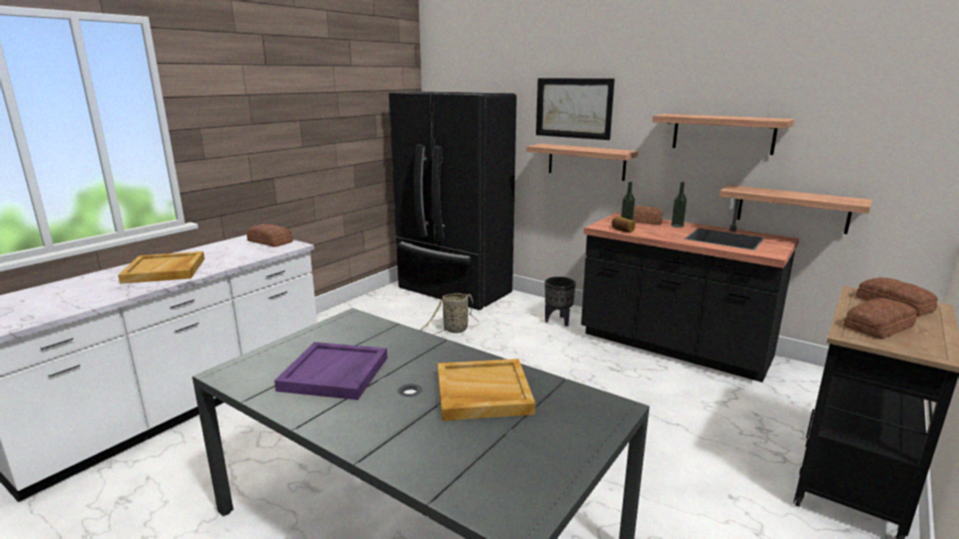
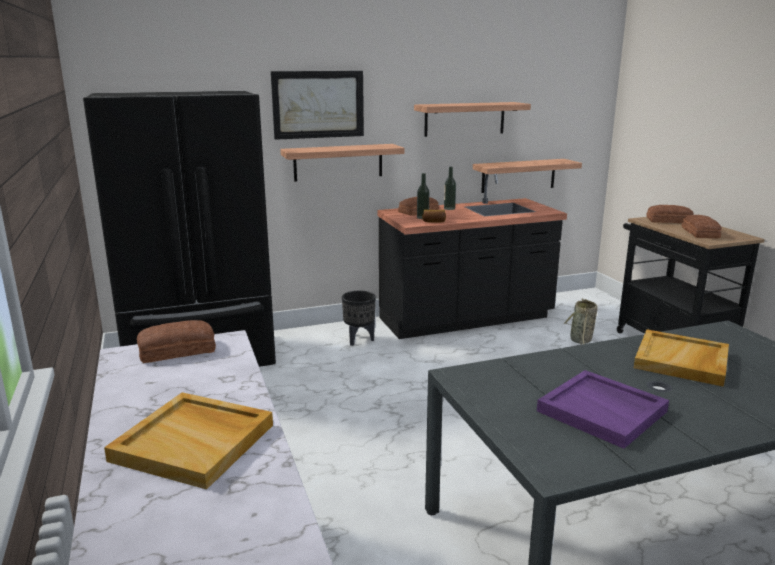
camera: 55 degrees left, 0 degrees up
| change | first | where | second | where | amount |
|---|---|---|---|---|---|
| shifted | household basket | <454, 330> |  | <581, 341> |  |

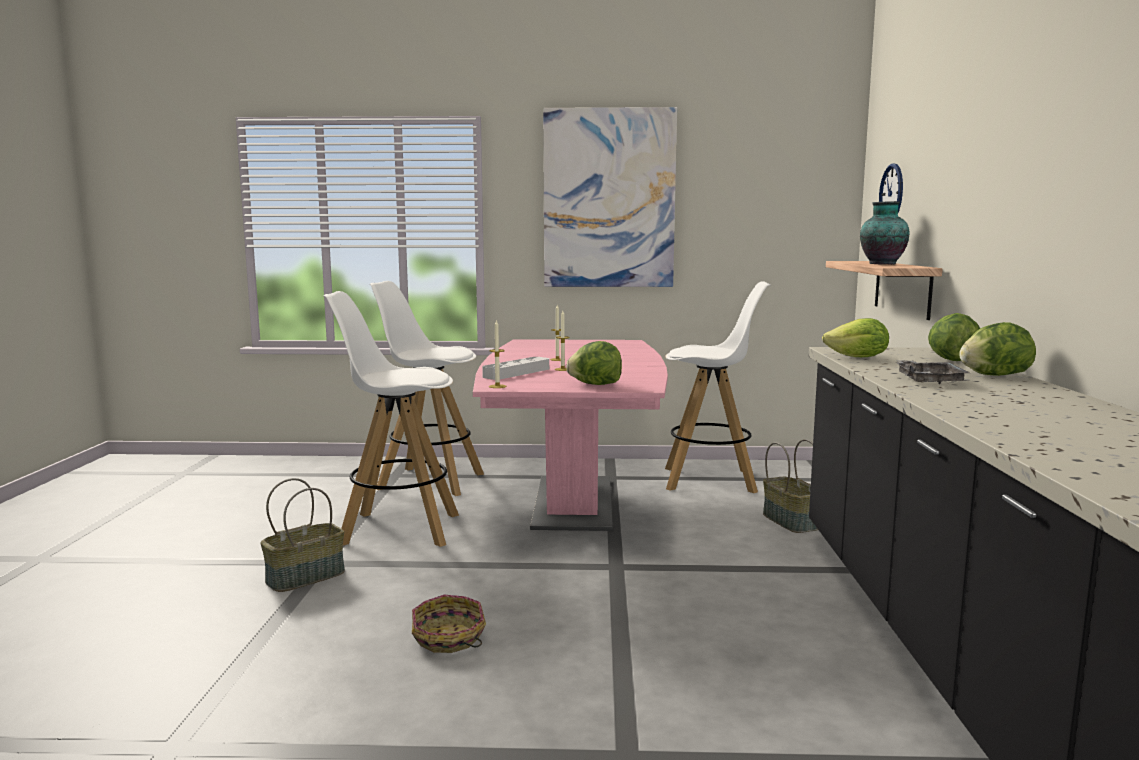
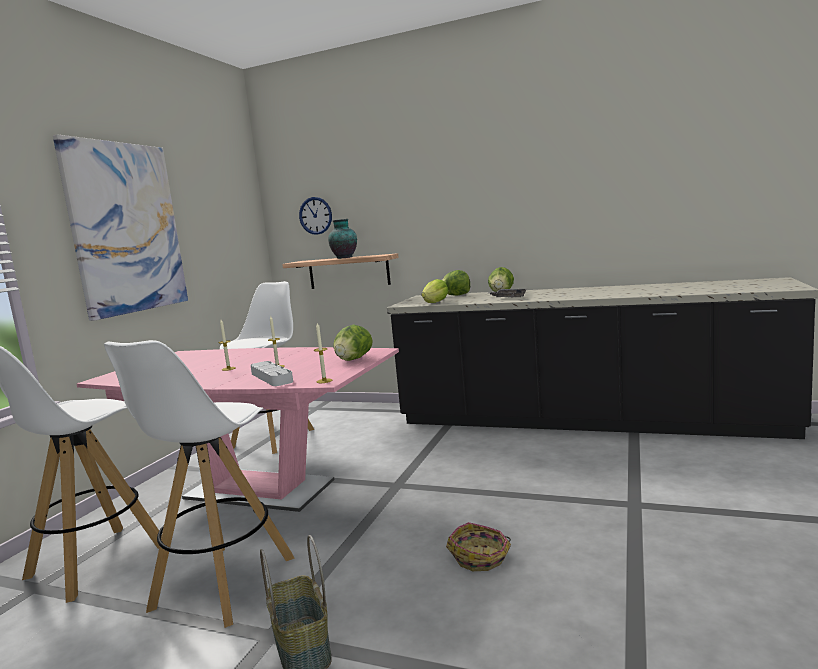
camera: 70 degrees left, 0 degrees up
| change | first | where | second | where | amount |
|---|---|---|---|---|---|
| gone | household basket | <791, 521> |  |  |  |

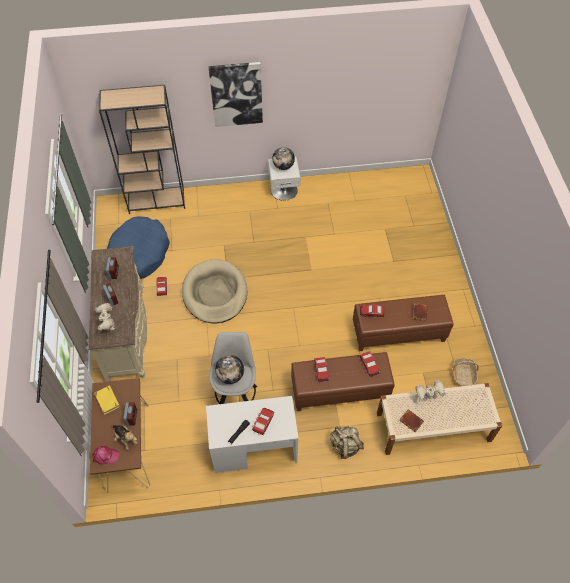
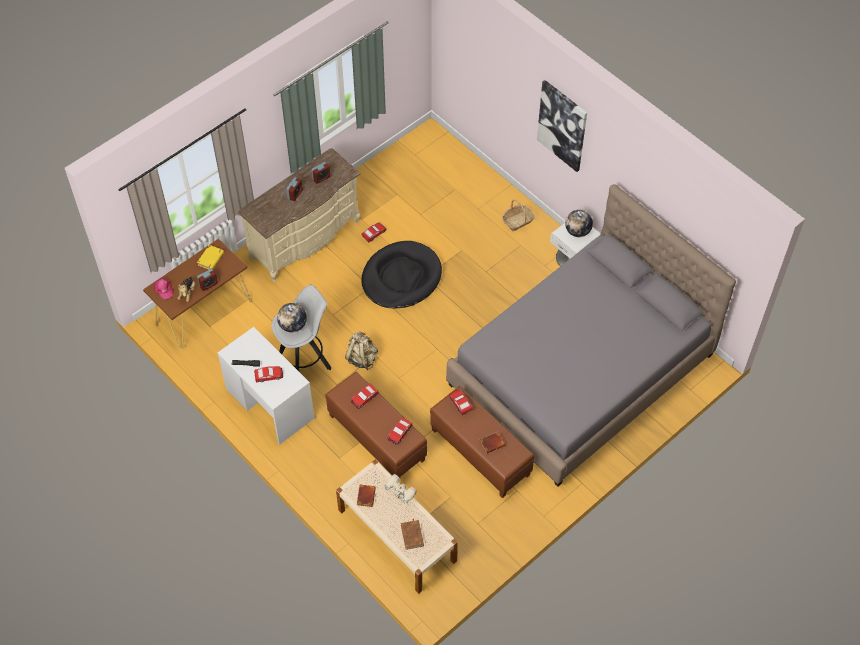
camera: 55 degrees right, 0 degrees up
| change | first | where | second | where | amount |
|---|---|---|---|---|---|
| gone | model robot | <108, 325> |  |  |  |
| gone | bookshelf | <157, 201> |  |  |  |
| gone | blue-coloured dog bed | <139, 253> |  |  |  |
| repainted | beige dog bed | <215, 293> | black-coloured dog bed | <401, 277> |  |
| shifted | beige backpack | <345, 446> |  | <362, 358> |  |
| shifted | household basket | <463, 374> |  | <518, 221> |  |
| new |  |  | brown bound book | <412, 535> |  |
| new |  |  | grey bed | <581, 370> |  |

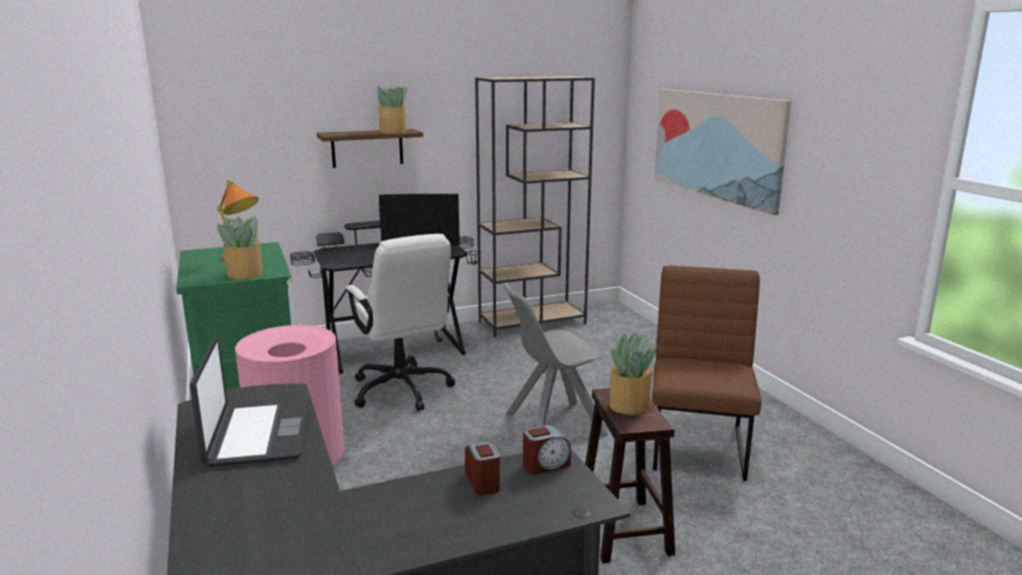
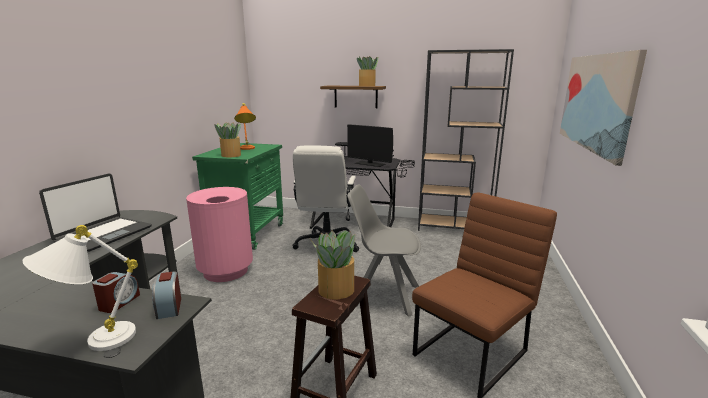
camera: 35 degrees right, 0 degrees up
| change | first | where | second | where | amount |
|---|---|---|---|---|---|
| rotated | alarm clock | <546, 465> |  | <169, 307> | 60 degrees clockwise |
| new |  |  | white table lamp | <93, 343> |  |

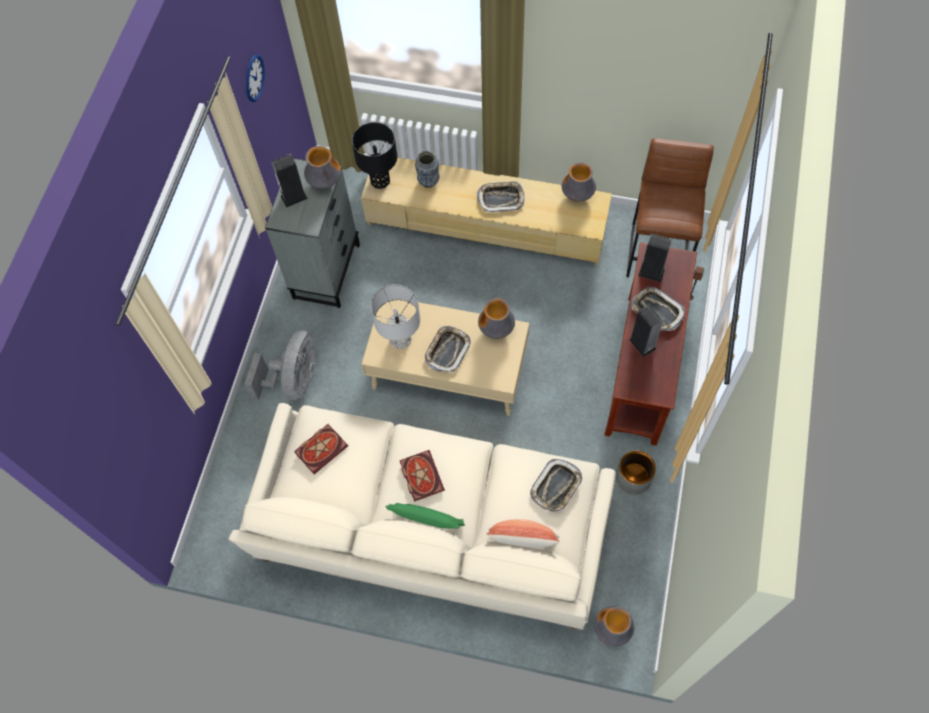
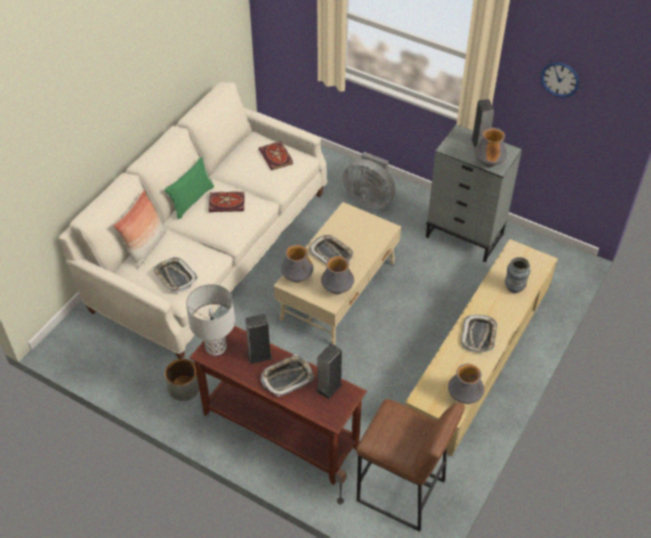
camera: 105 degrees right, 15 degrees down
| change | first | where | second | where | amount |
|---|---|---|---|---|---|
| gone | black-coloured table lamp | <379, 180> |  |  |  |
| shifted | white table lamp | <400, 339> |  | <216, 347> |  |
| shifted | vase | <612, 630> |  | <297, 278> |  |

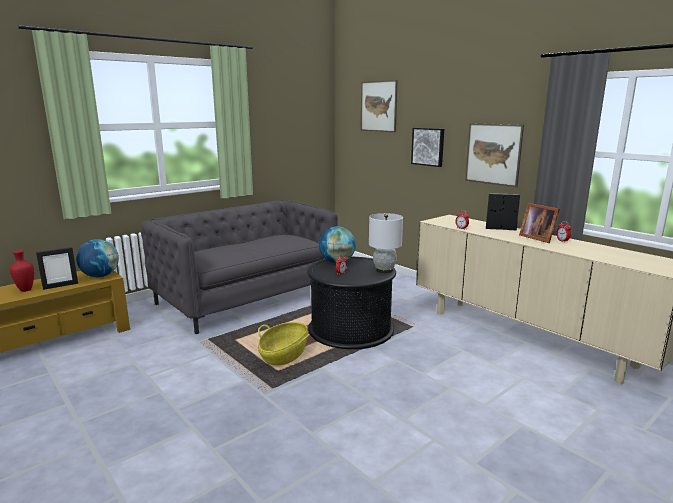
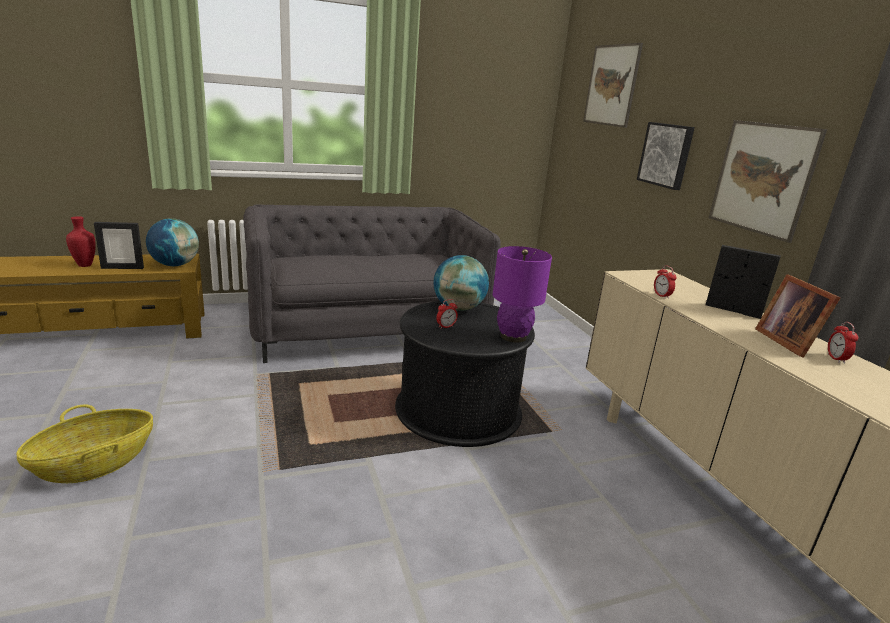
camera: 20 degrees right, 5 degrees up
| change | first | where | second | where | amount |
|---|---|---|---|---|---|
| shifted | household basket | <284, 355> |  | <94, 464> |  |
| repainted | white table lamp | <384, 270> | purple table lamp | <513, 337> |  |

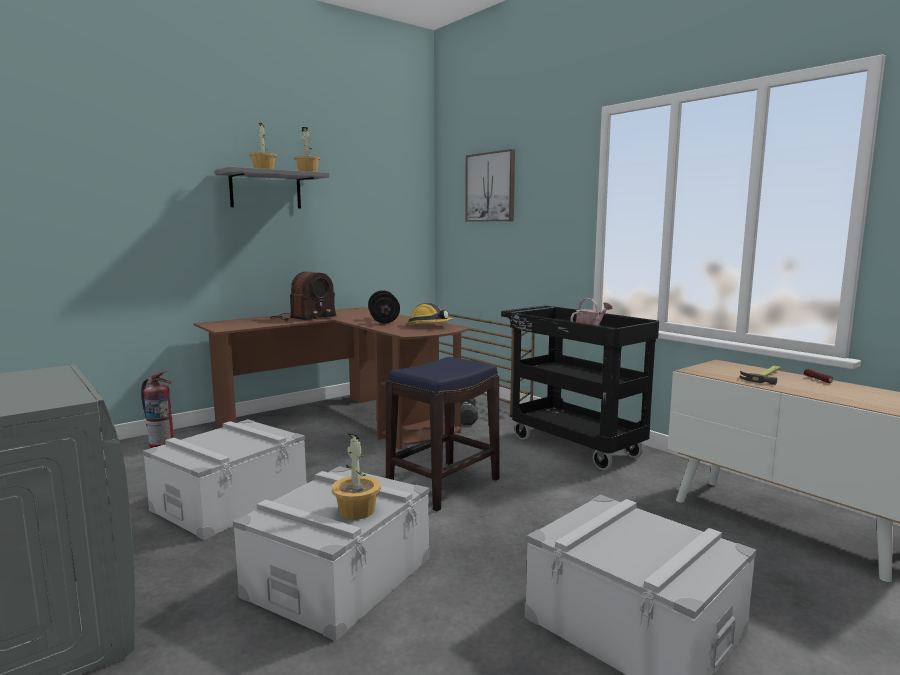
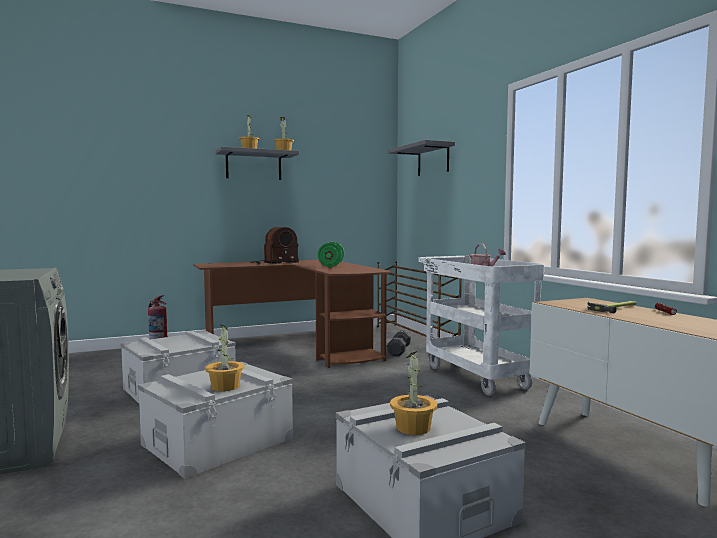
camera: 15 degrees right, 5 degrees down
| change | first | where | second | where | amount |
|---|---|---|---|---|---|
| repainted | black-coloured hand weight | <384, 321> | green hand weight | <331, 266> |  |
| gone | stool seat | <443, 485> |  |  |  |
| gone | safety helmet | <429, 326> |  |  |  |
| swapped | picture | <490, 187> | grey bracket shelf | <433, 160> |  |
| repainted | black-coloured wheeled cart | <571, 446> | white wheeled cart | <473, 377> |  |
| new |  |  | houseplant | <413, 428> |  |

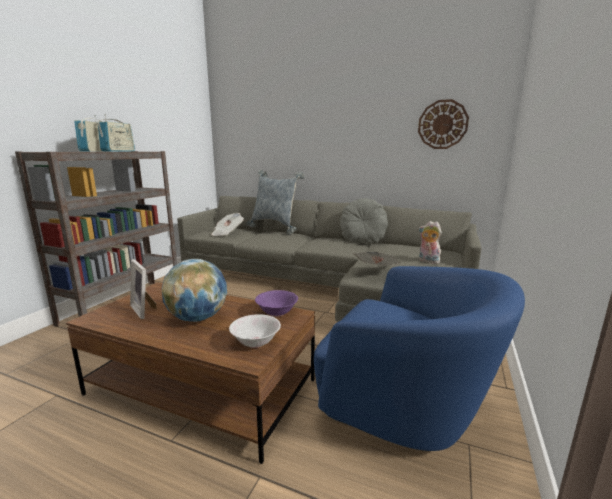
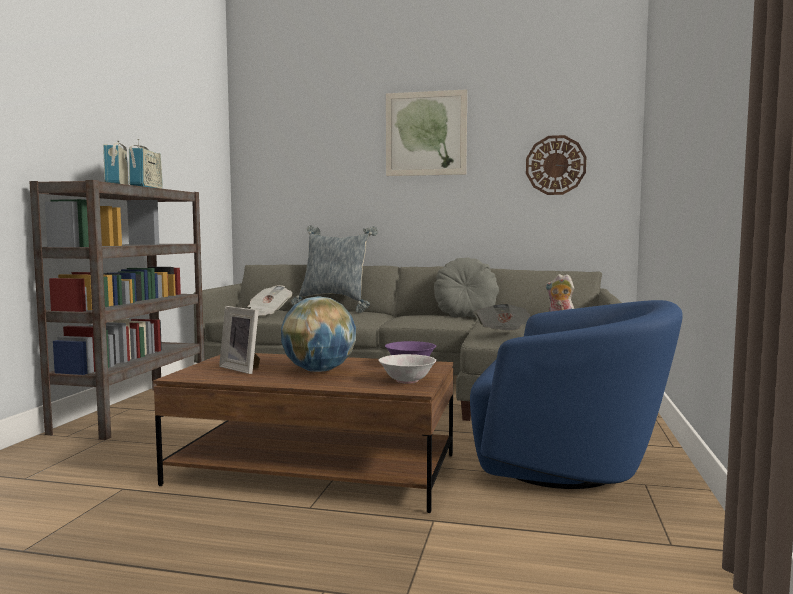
camera: 10 degrees left, 10 degrees down
| change | first | where | second | where | amount |
|---|---|---|---|---|---|
| new |  |  | picture | <426, 133> |  |

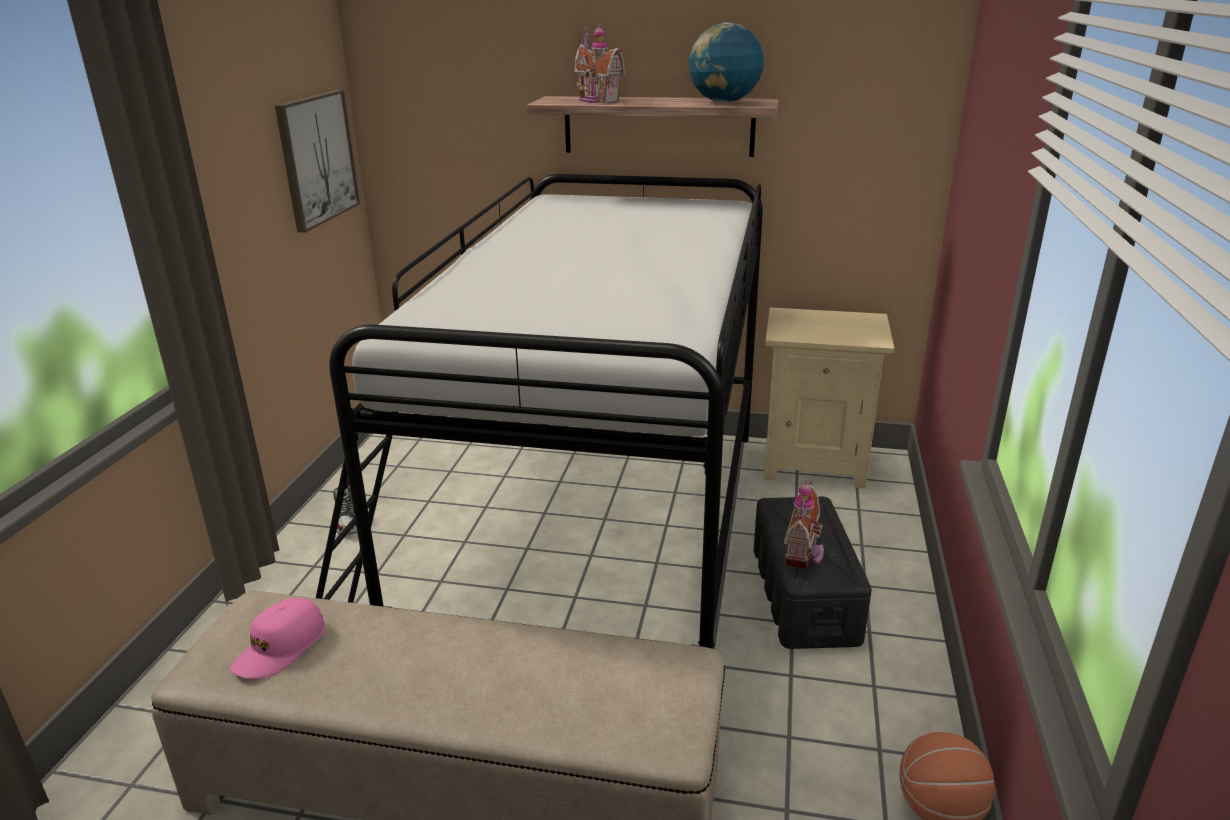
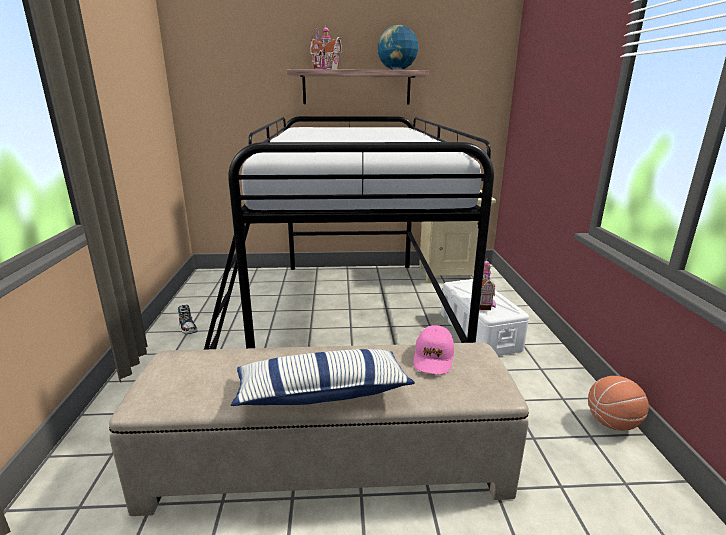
camera: 15 degrees left, 5 degrees down
| change | first | where | second | where | amount |
|---|---|---|---|---|---|
| shifted | pink baseball cap | <280, 648> |  | <433, 357> |  |
| gone | picture | <317, 159> |  |  |  |
| repainted | black-coloured storage box | <804, 595> | white storage box | <479, 332> |  |
| new |  |  | cushion | <322, 392> |  |

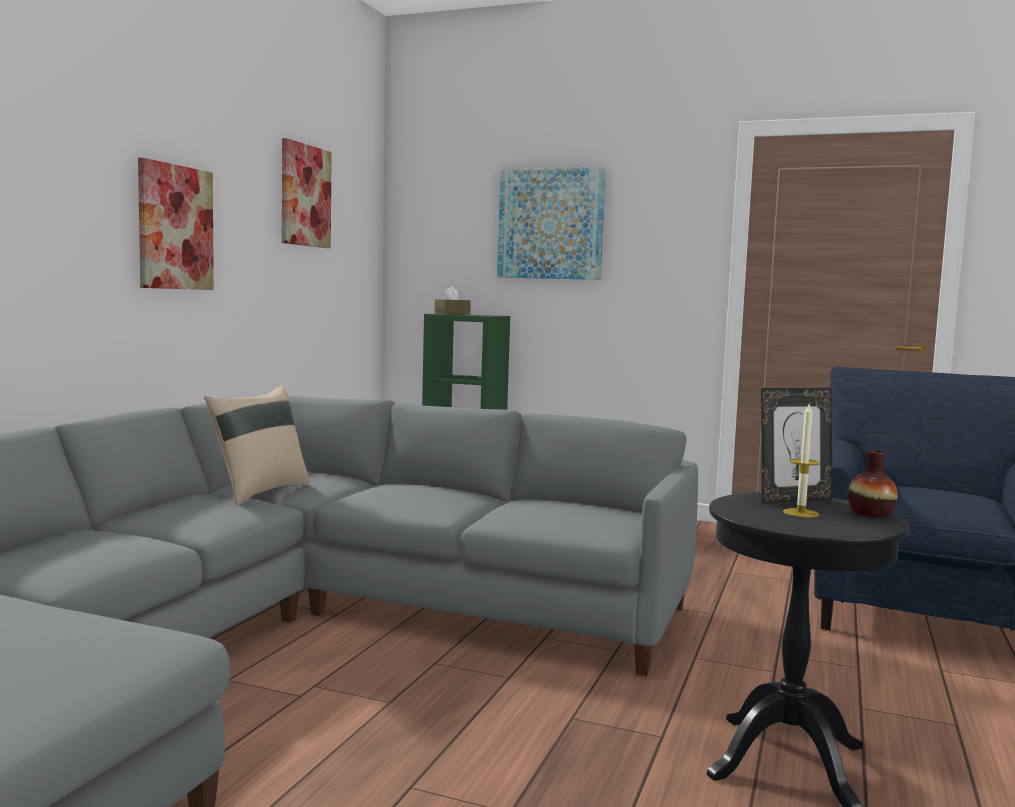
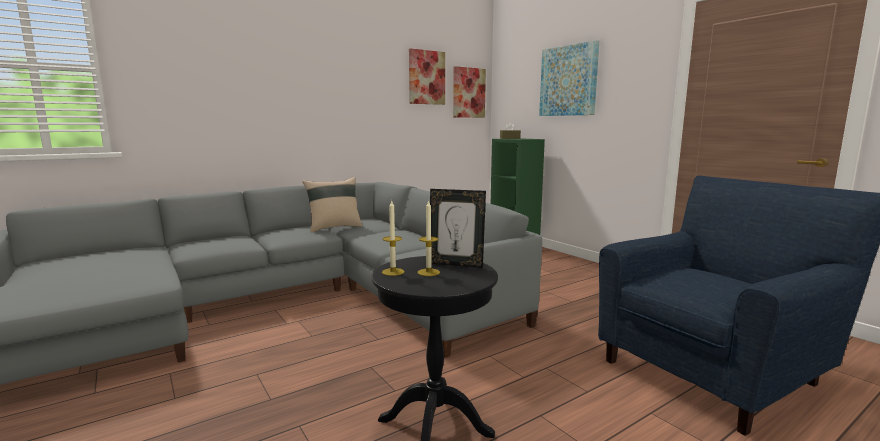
camera: 35 degrees right, 5 degrees up
| change | first | where | second | where | amount |
|---|---|---|---|---|---|
| shifted | picture | <175, 227> |  | <468, 93> |  |
| gone | vase | <870, 513> |  |  |  |
| new |  |  | wax light | <393, 272> |  |

